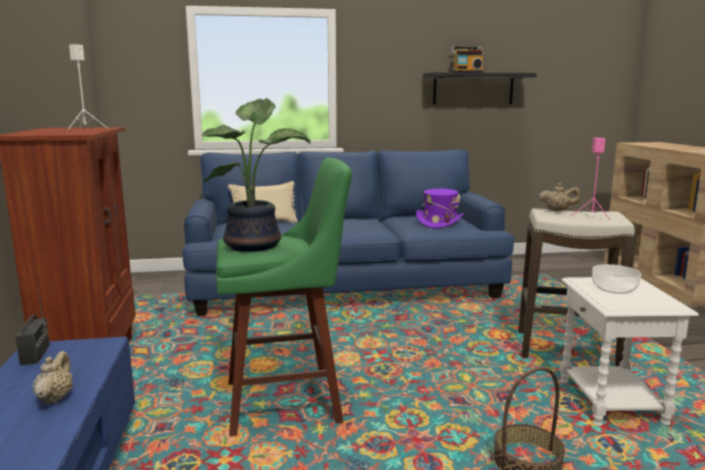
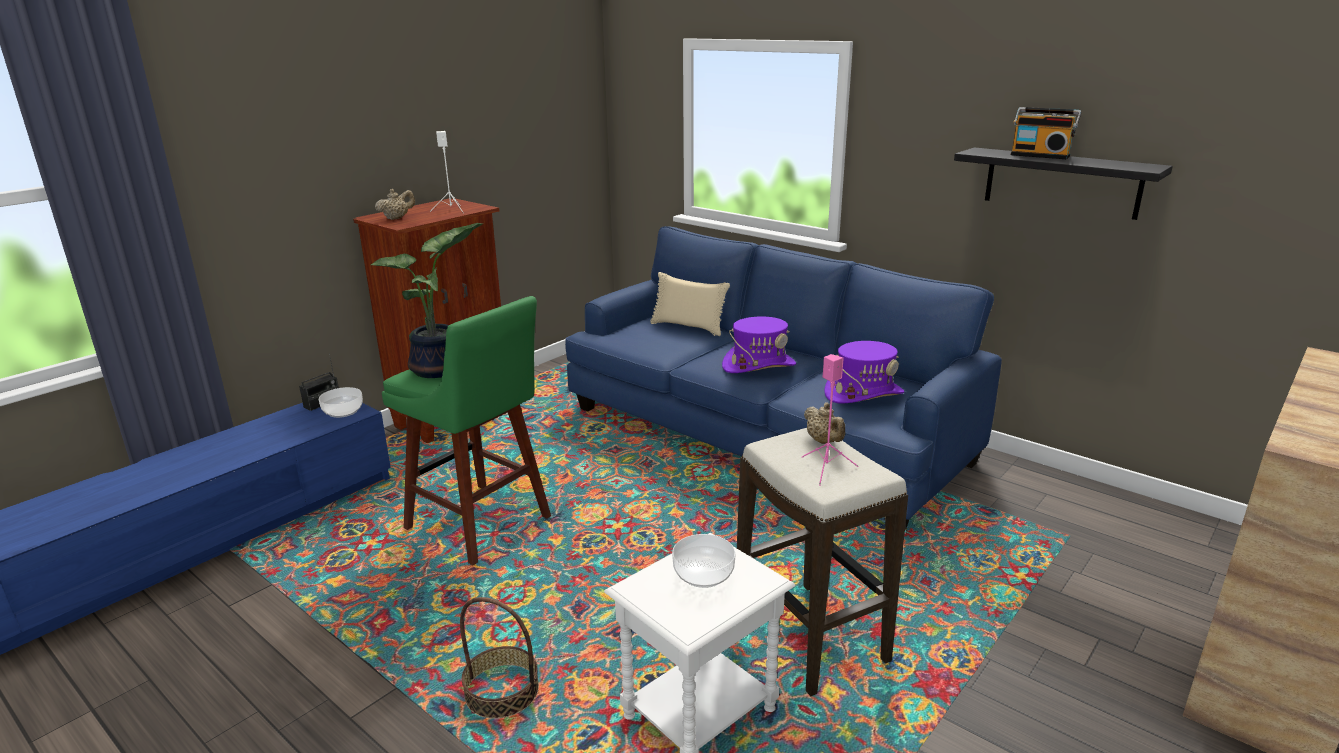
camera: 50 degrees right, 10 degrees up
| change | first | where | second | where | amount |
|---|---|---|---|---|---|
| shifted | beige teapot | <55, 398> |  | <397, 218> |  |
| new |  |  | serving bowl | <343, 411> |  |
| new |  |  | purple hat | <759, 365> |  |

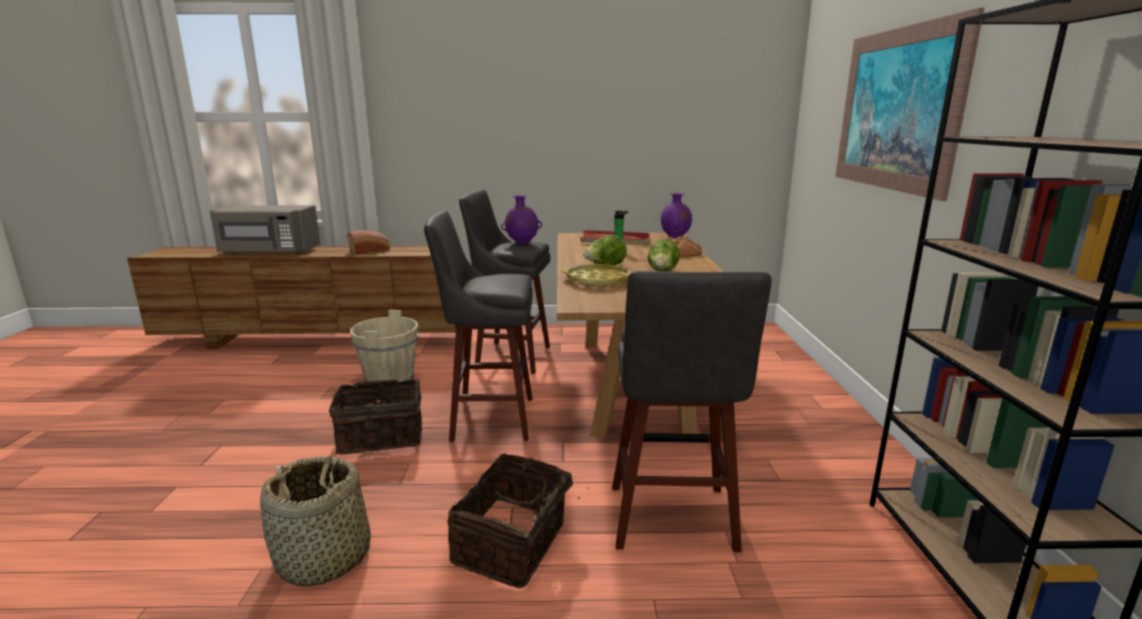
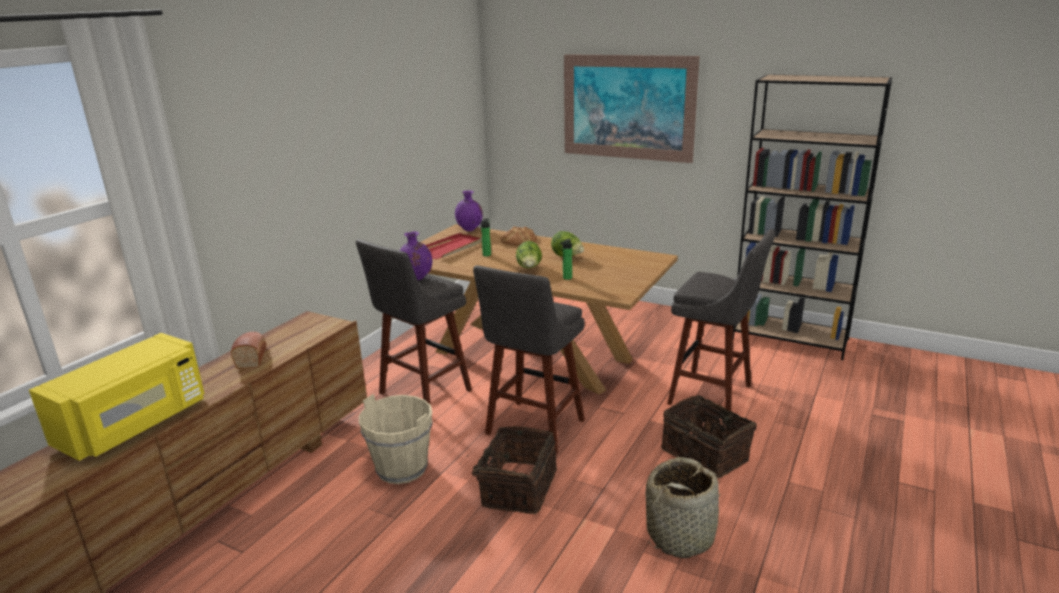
camera: 60 degrees left, 5 degrees up
| change | first | where | second | where | amount |
|---|---|---|---|---|---|
| repainted | grey kitchen microwave | <268, 252> | yellow-coloured kitchen microwave | <136, 424> |  |
| swapped | yellow-coloured serving tray | <597, 280> | drink bottle | <566, 278> |  |

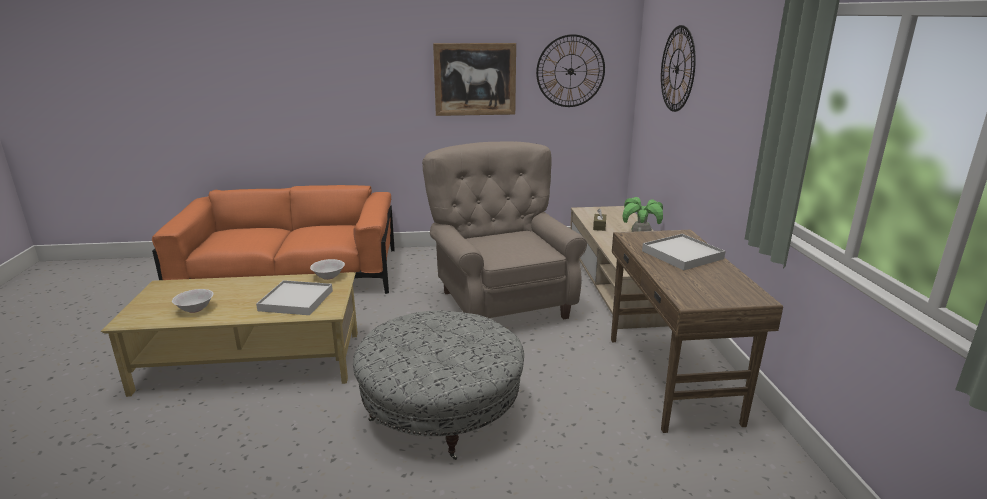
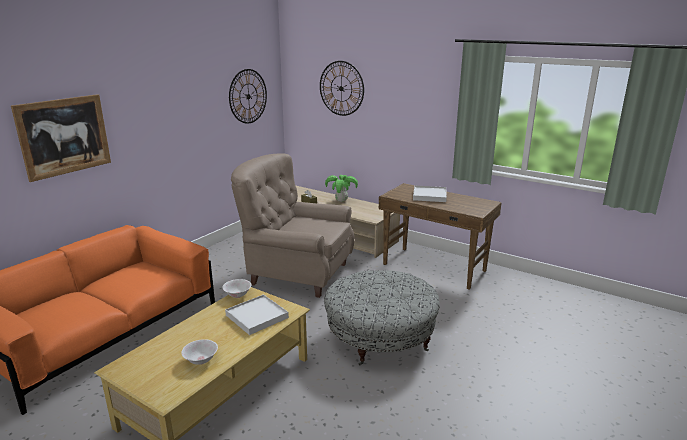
camera: 50 degrees left, 0 degrees up
| change | first | where | second | where | amount |
|---|---|---|---|---|---|
| shifted | picture | <475, 79> |  | <64, 136> |  |

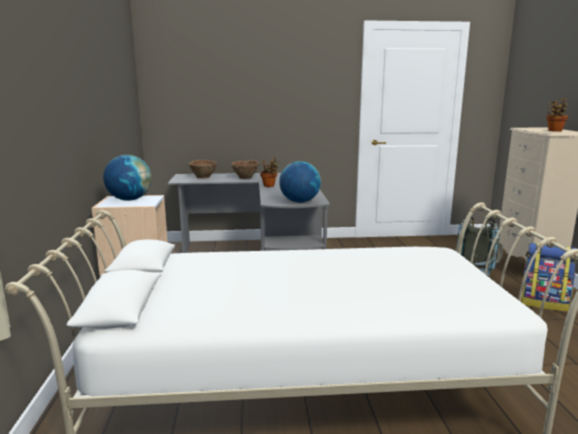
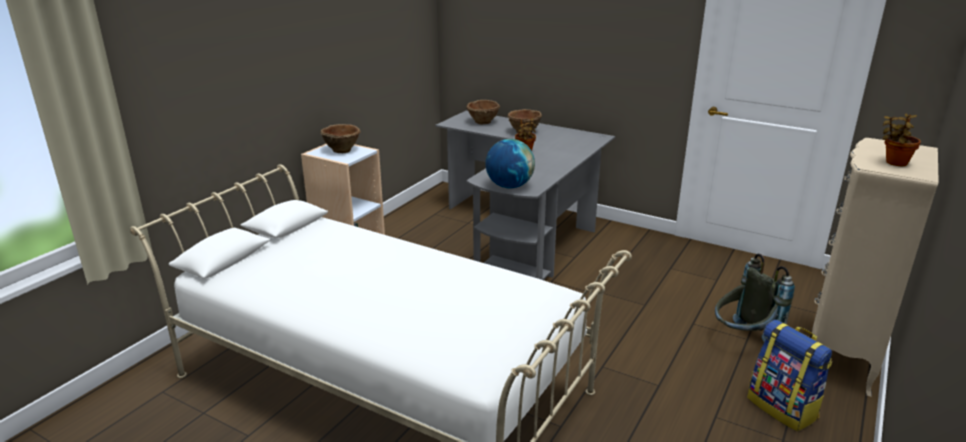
camera: 35 degrees right, 10 degrees up
| change | first | where | second | where | amount |
|---|---|---|---|---|---|
| swapped | world globe | <129, 199> | brown serving bowl | <342, 150> |  |

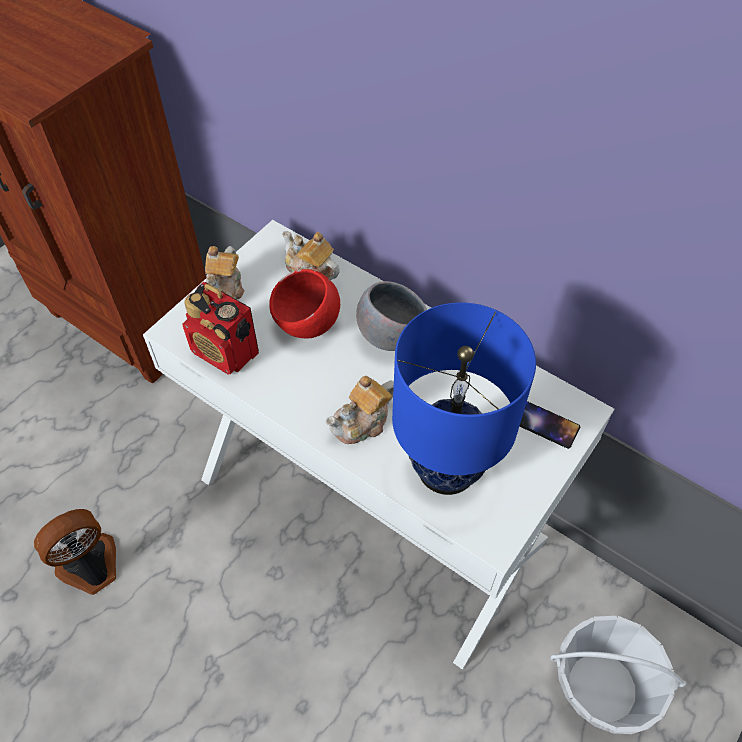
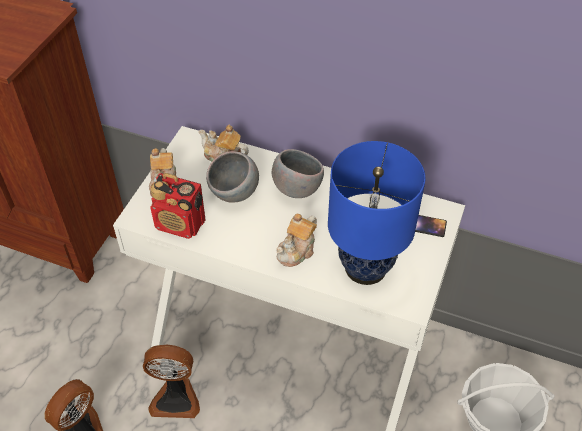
camera: 15 degrees left, 5 degrees down
| change | first | where | second | where | amount |
|---|---|---|---|---|---|
| repainted | reddish serving bowl | <308, 325> | grey serving bowl | <235, 193> |  |
| new |  |  | electric fan | <176, 397> |  |

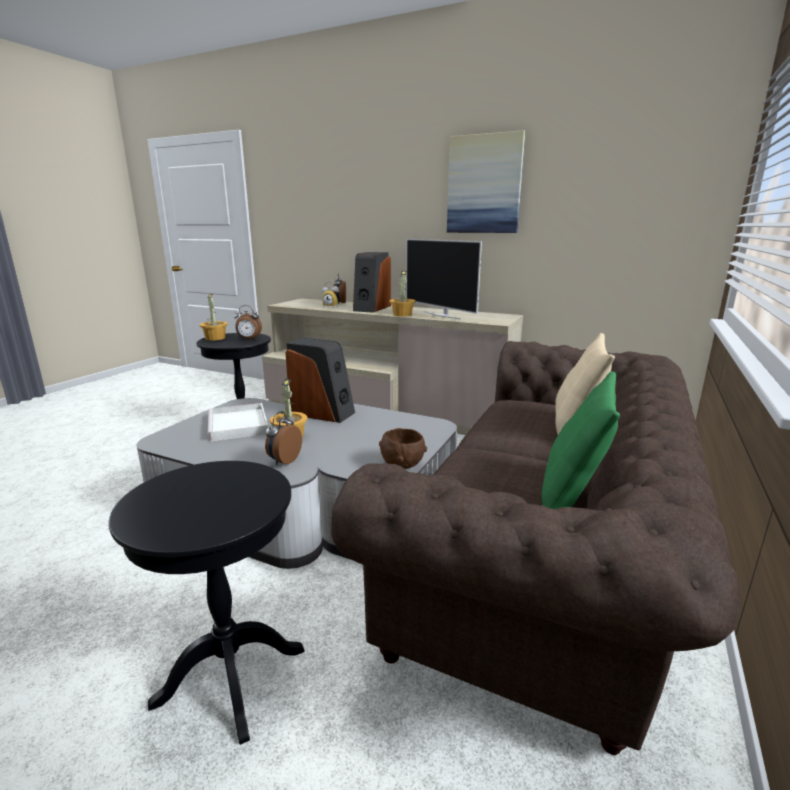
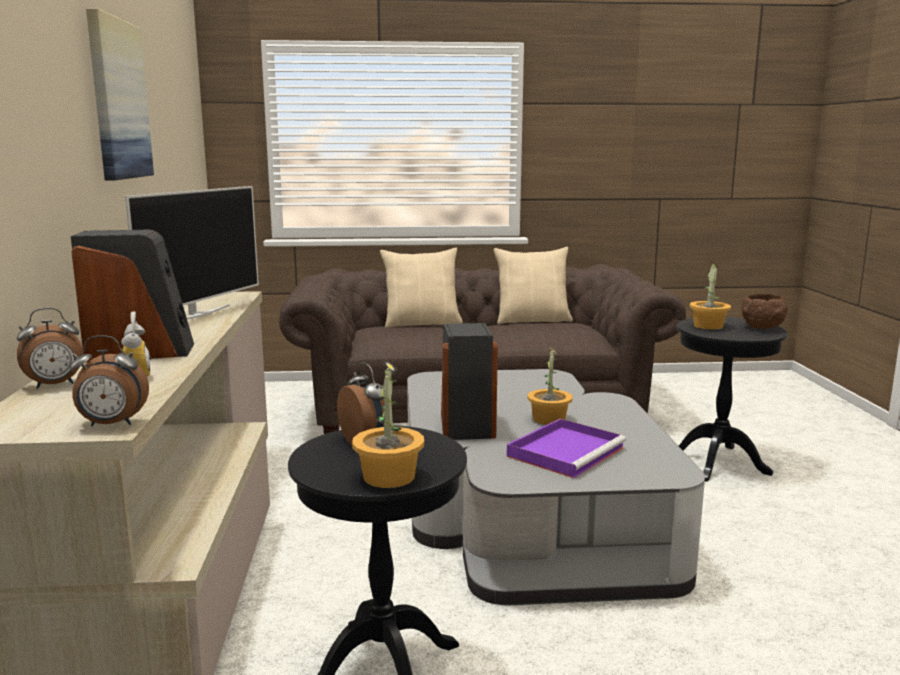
camera: 120 degrees left, 5 degrees down
| change | first | where | second | where | amount |
|---|---|---|---|---|---|
| repainted | white serving tray | <239, 425> | purple serving tray | <566, 451> |  |
| shifted | alarm clock | <283, 460> |  | <112, 424> |  |
| shifted | brown serving bowl | <402, 465> |  | <762, 328> |  |
| shifted | houseplant | <402, 314> |  | <707, 326> |  |
| repainted | green cushion | <572, 498> | beige cushion | <532, 320> |  |

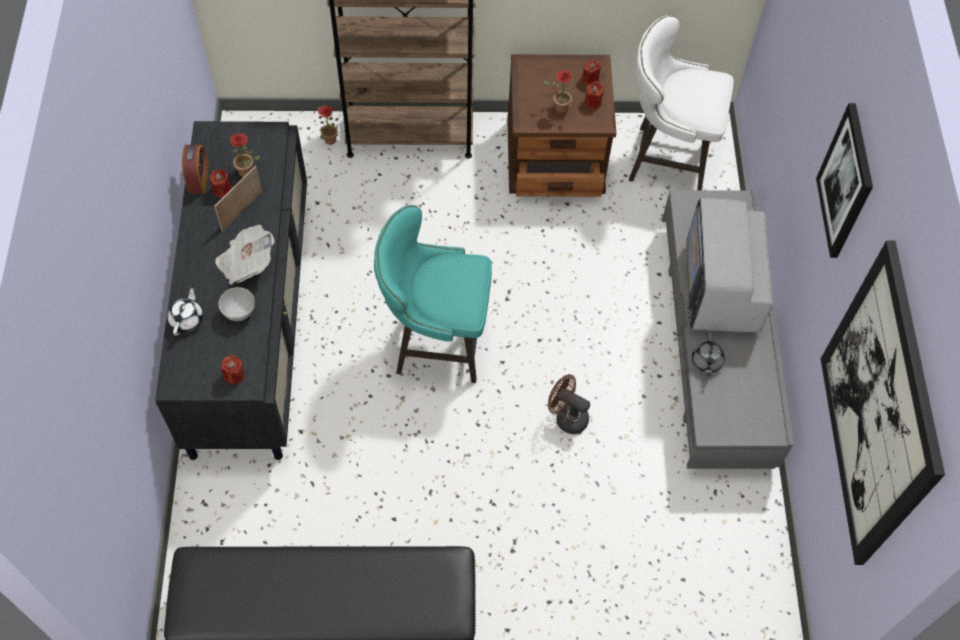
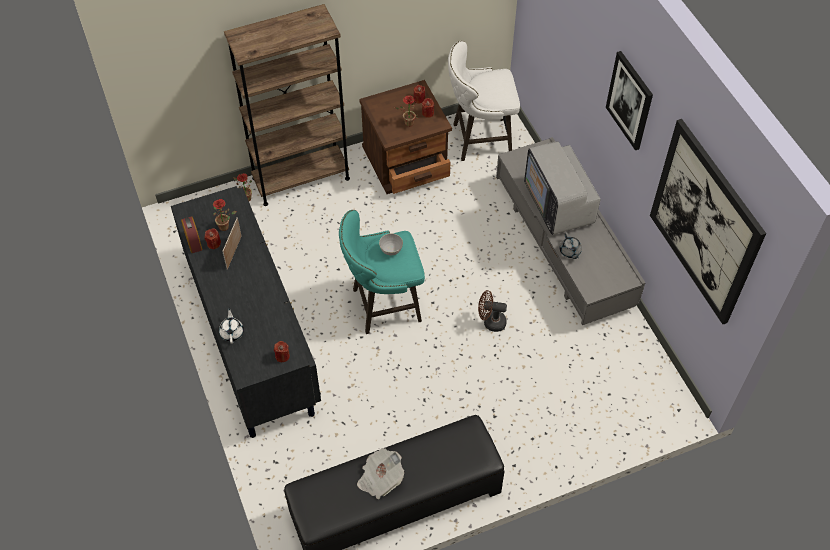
camera: 20 degrees left, 5 degrees down
| change | first | where | second | where | amount |
|---|---|---|---|---|---|
| shifted | newspaper | <246, 263> |  | <380, 479> |  |
| shifted | grey serving bowl | <239, 312> |  | <391, 250> |  |

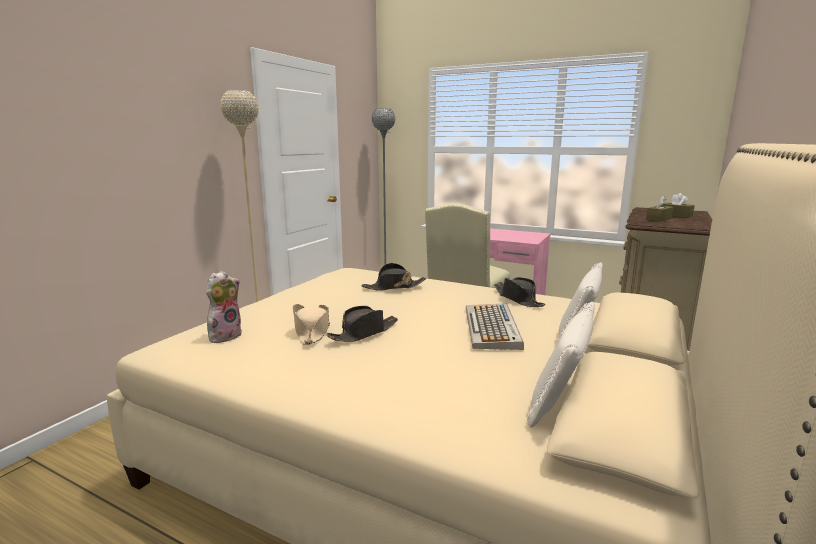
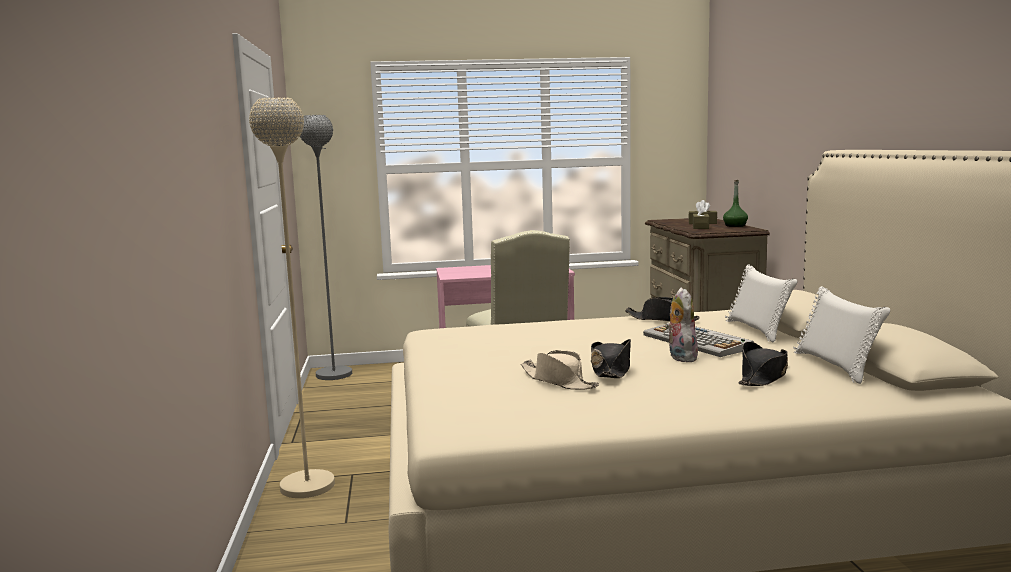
camera: 35 degrees left, 5 degrees down
| change | first | where | second | where | amount |
|---|---|---|---|---|---|
| shifted | plush toy | <225, 335> |  | <680, 357> |  |
| shifted | black-coloured hat | <394, 287> |  | <763, 377> |  |
| new |  |  | green drink bottle | <735, 226> |  |

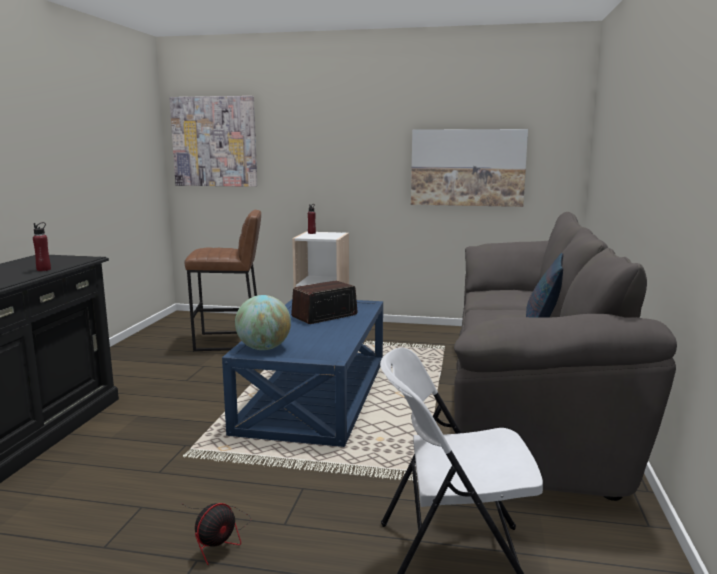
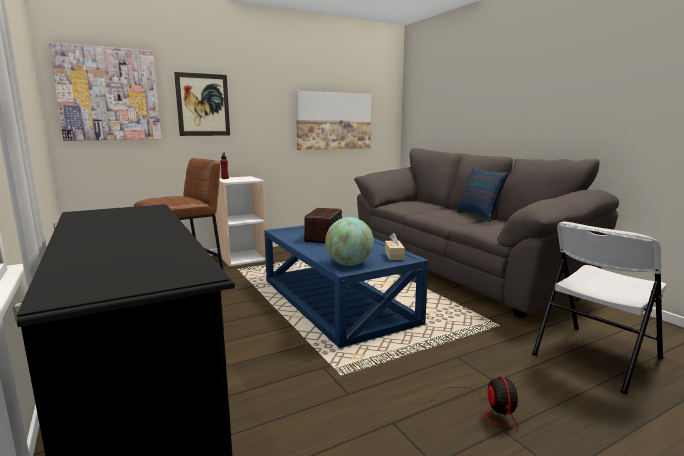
camera: 40 degrees left, 0 degrees up
| change | first | where | second | where | amount |
|---|---|---|---|---|---|
| gone | reddish drink bottle | <44, 270> |  |  |  |
| new |  |  | picture | <203, 105> |  |
| new |  |  | beige box of tissues | <394, 255> |  |

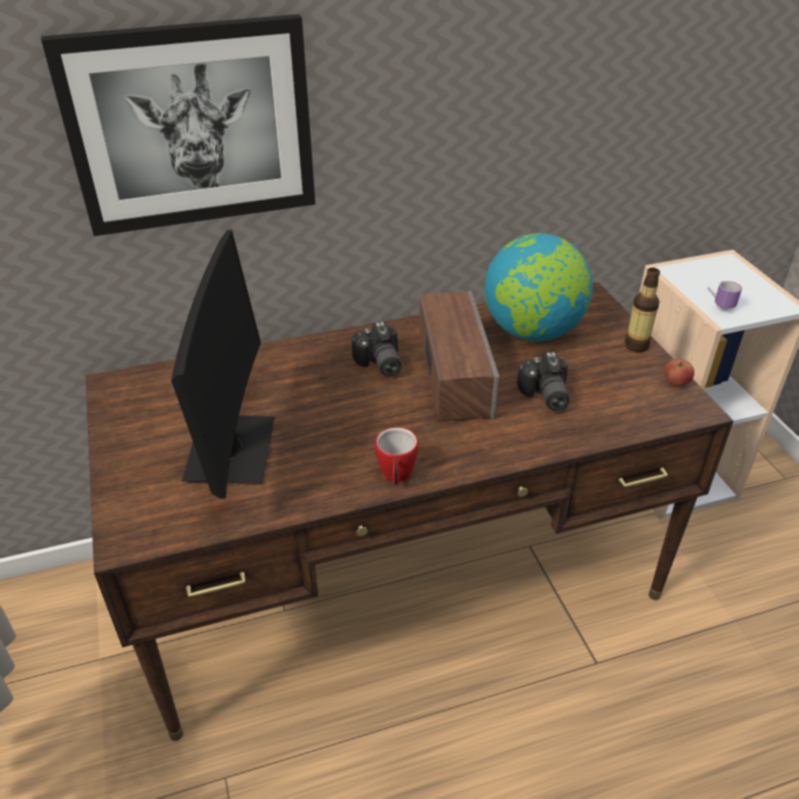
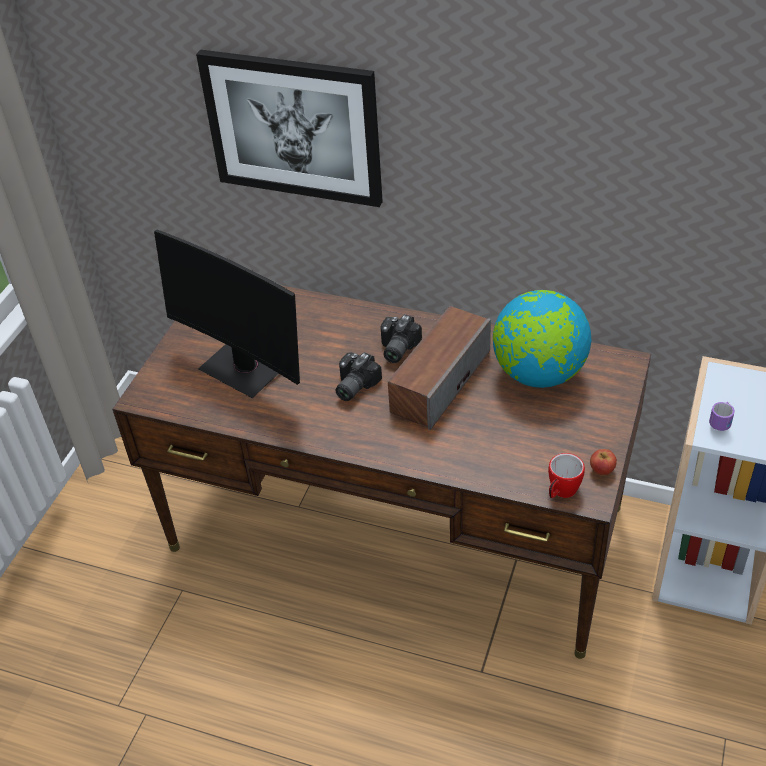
camera: 40 degrees right, 5 degrees up
| change | first | where | second | where | amount |
|---|---|---|---|---|---|
| rotated | computer screen | <231, 450> |  | <244, 368> | 90 degrees clockwise |
| shifted | coffee mug | <396, 476> |  | <561, 492> |  |
| shifted | photo camera | <544, 396> |  | <353, 386> |  |
| gone | drink bottle | <636, 345> |  |  |  |

